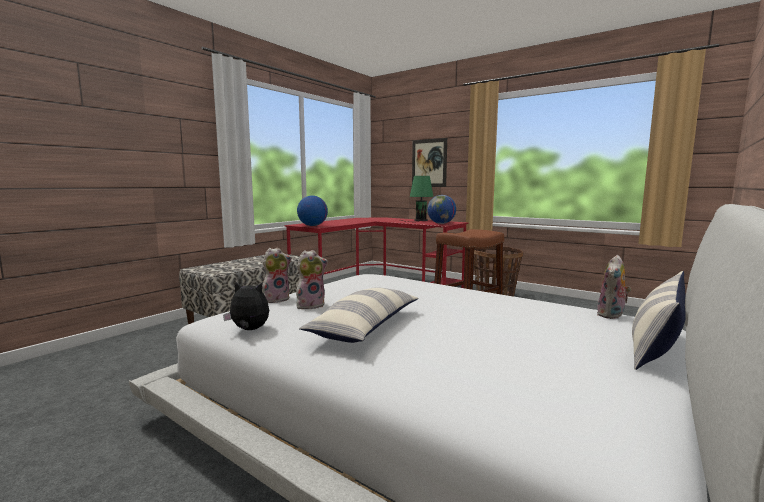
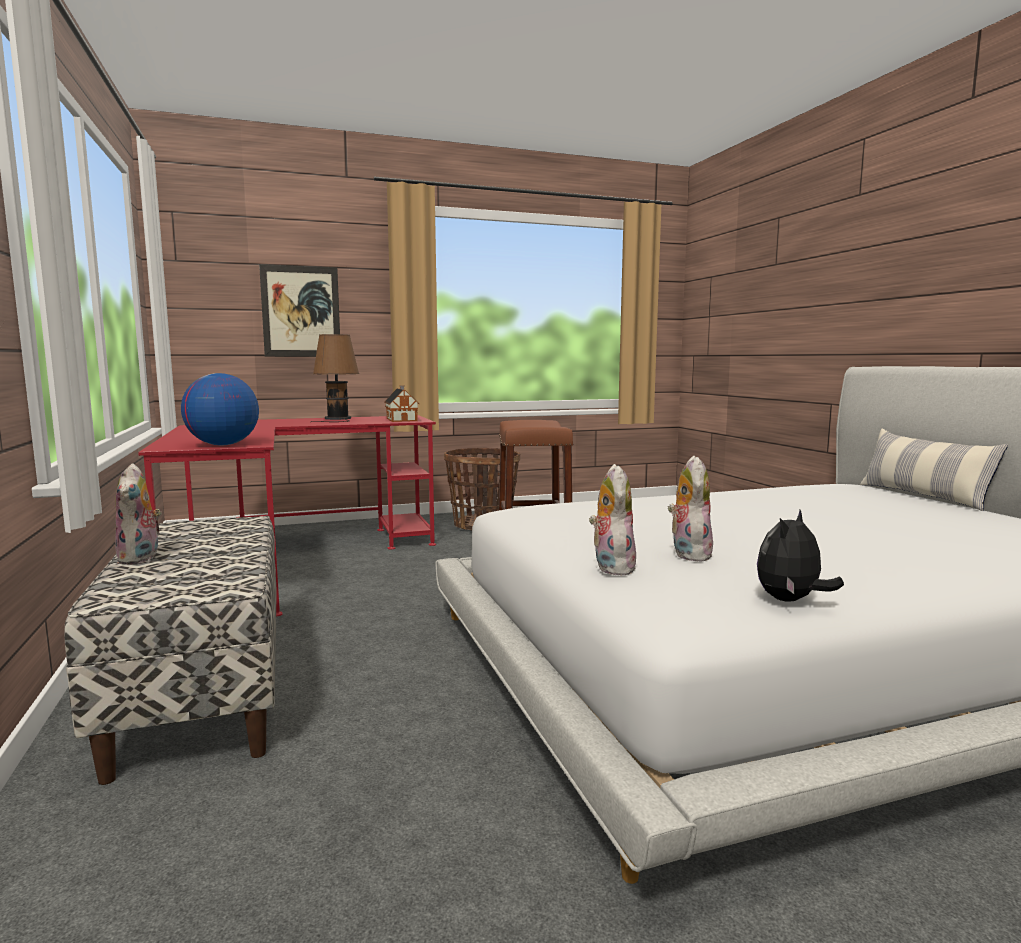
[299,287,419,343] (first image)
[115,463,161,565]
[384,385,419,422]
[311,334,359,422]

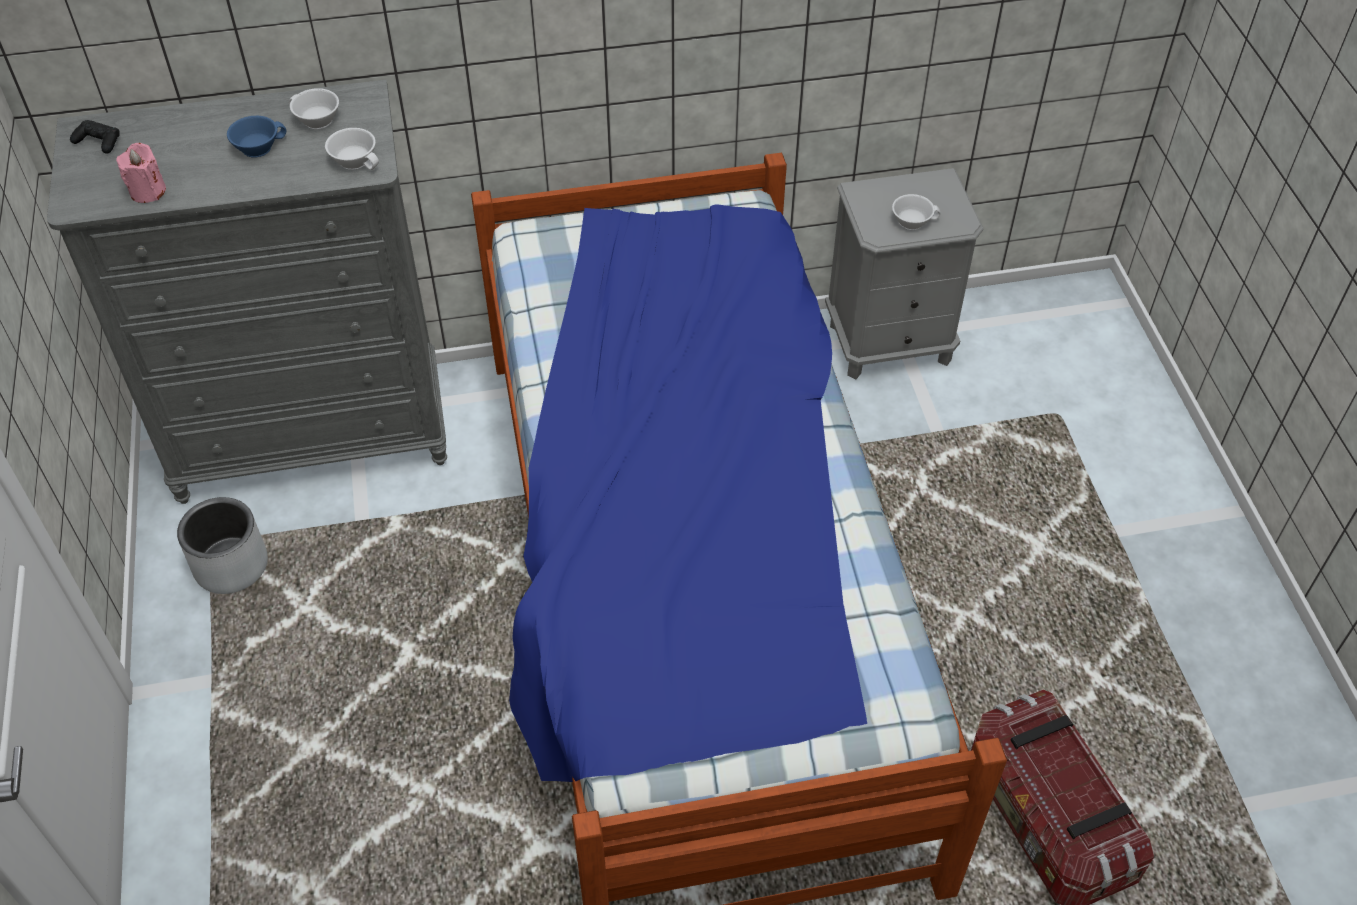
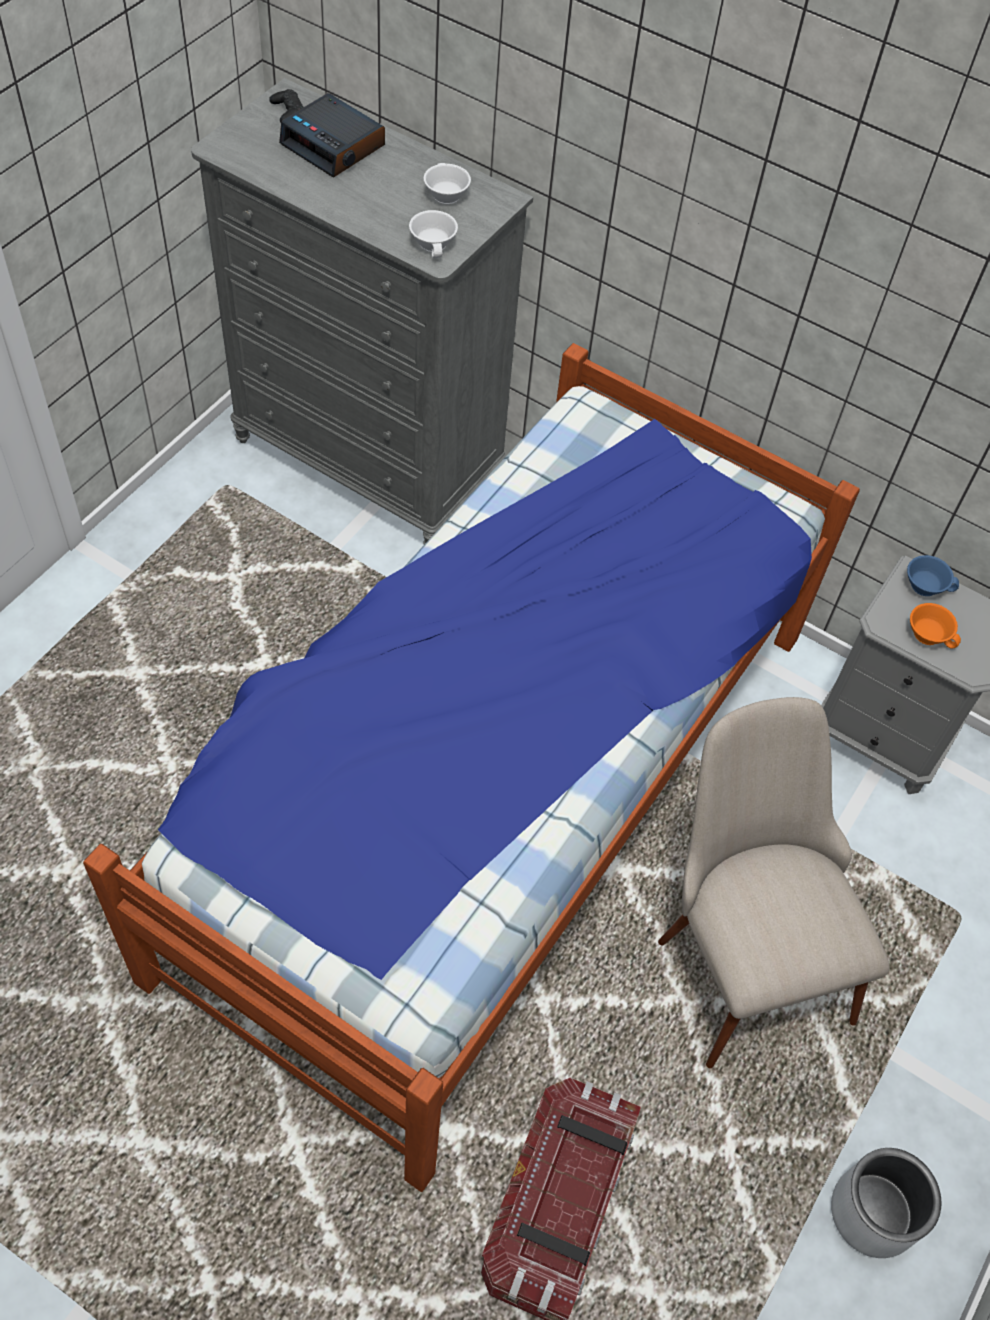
[116,143,166,203] (first image)
[279,93,385,177]
[658,697,890,1068]
[831,1148,941,1258]
[907,555,959,596]
[910,603,961,649]

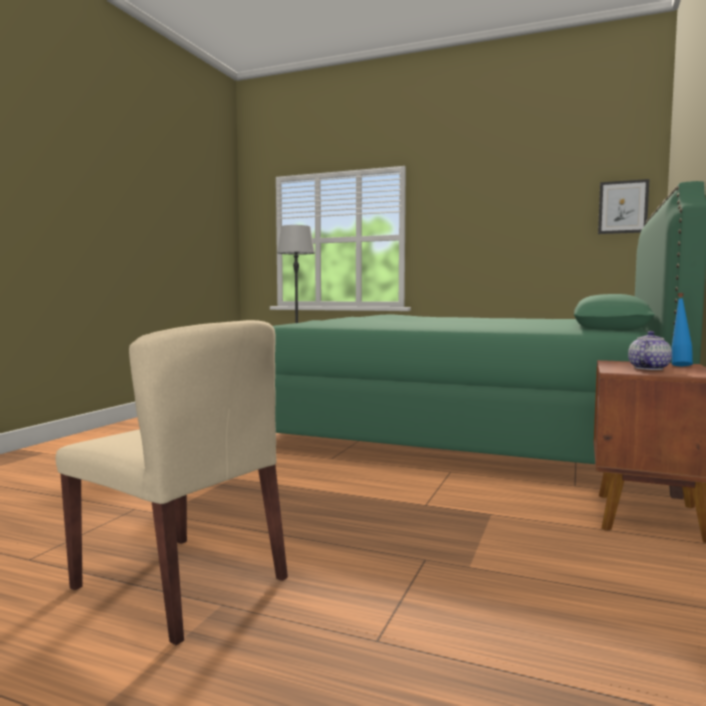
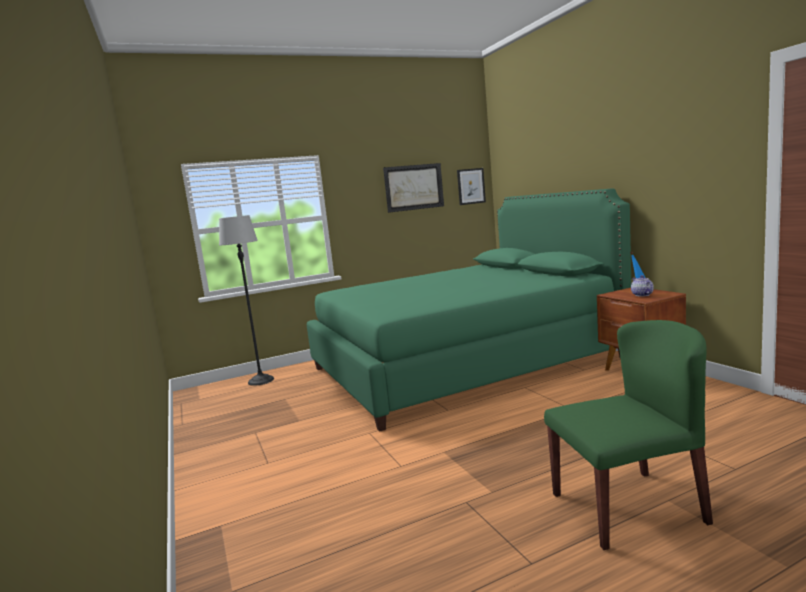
[383,163,444,213]
[544,320,713,550]

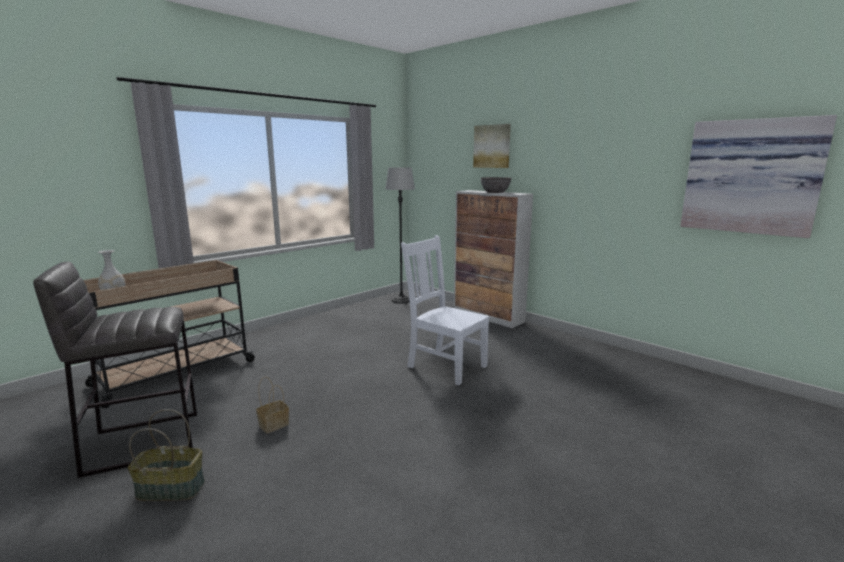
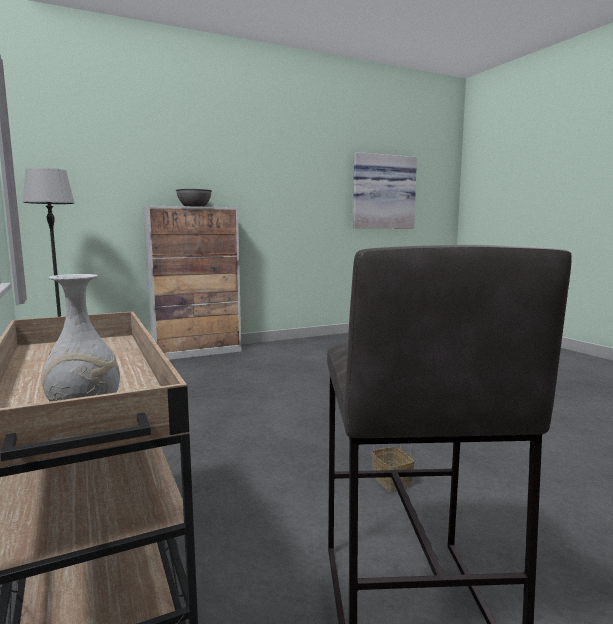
[128,409,205,501] (first image)
[401,235,490,386] (first image)
[473,124,511,168] (first image)

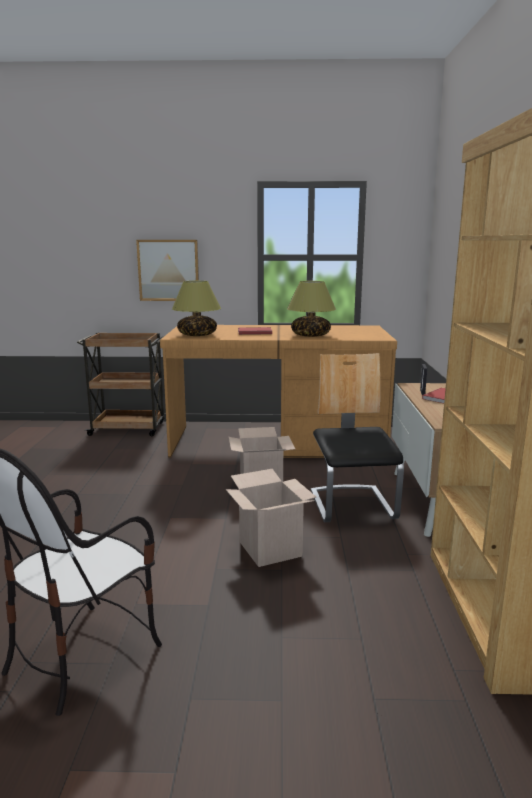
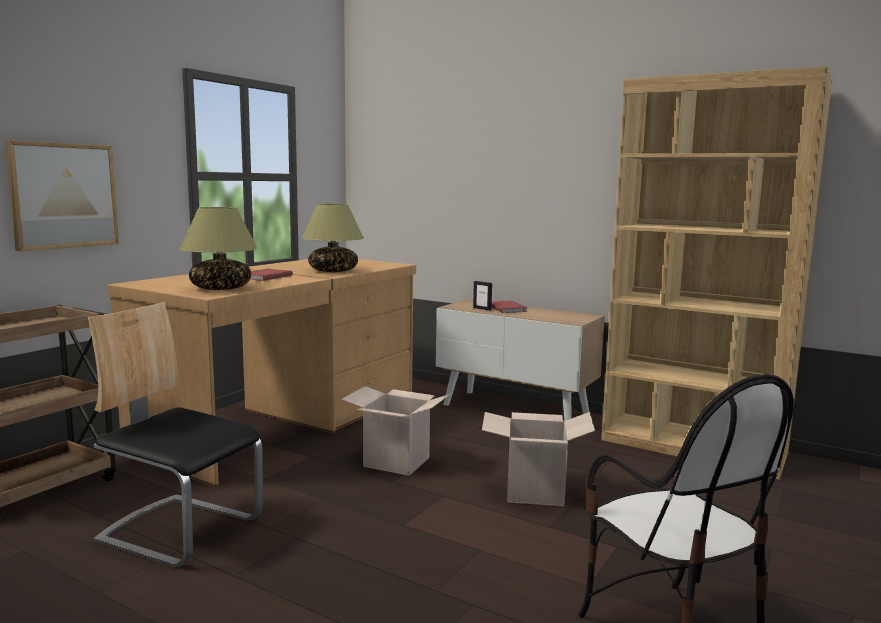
[88,302,263,567]

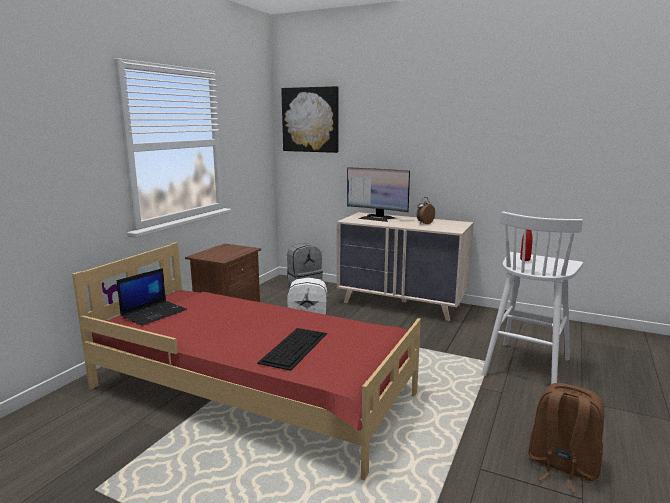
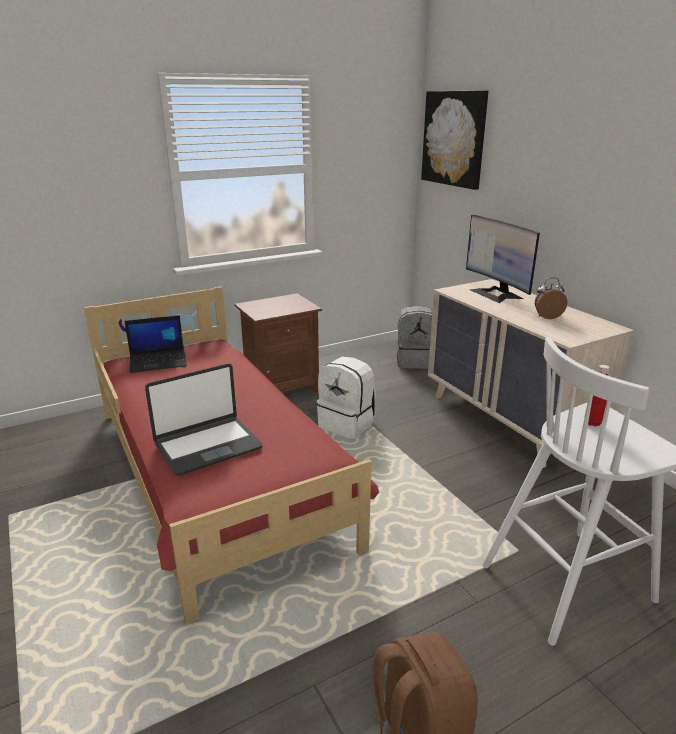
[145,364,263,476]

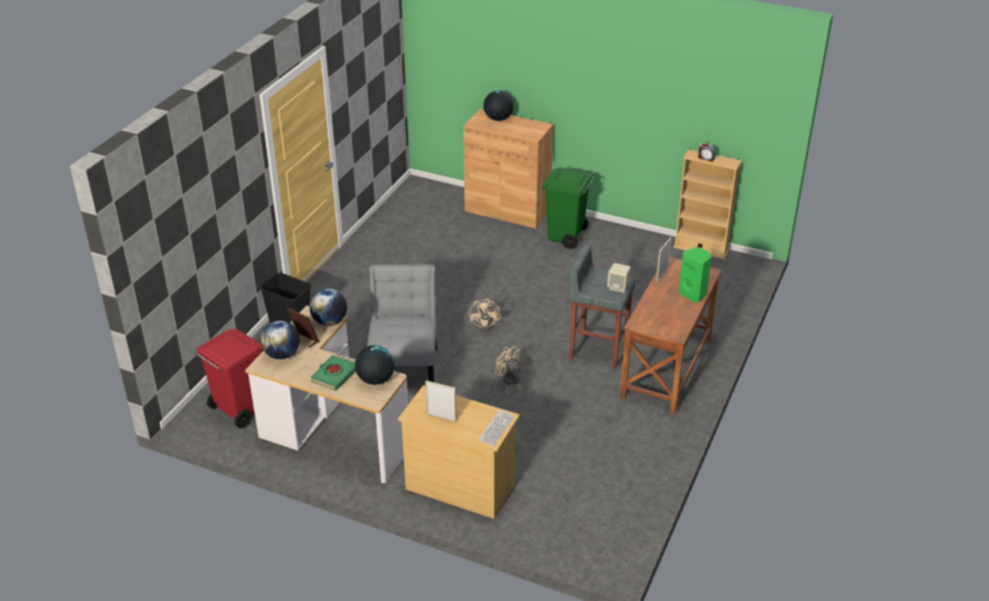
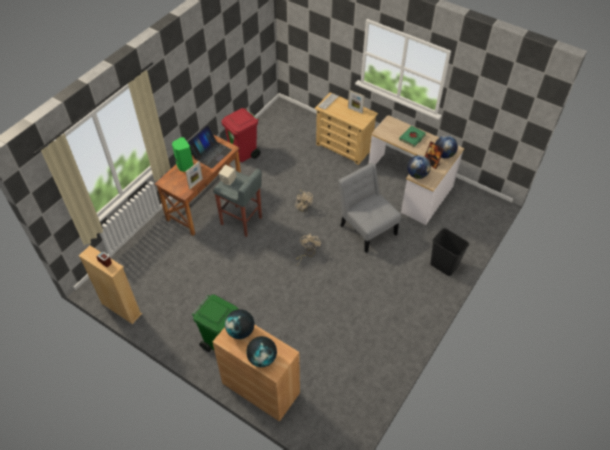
[188,125,232,168]
[221,108,261,162]
[225,309,254,339]
[338,163,401,253]

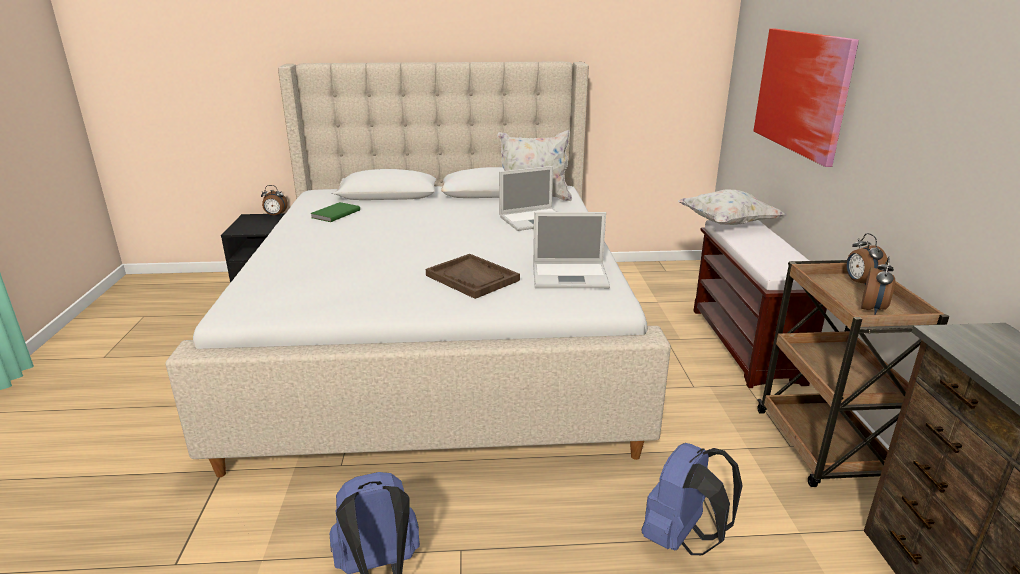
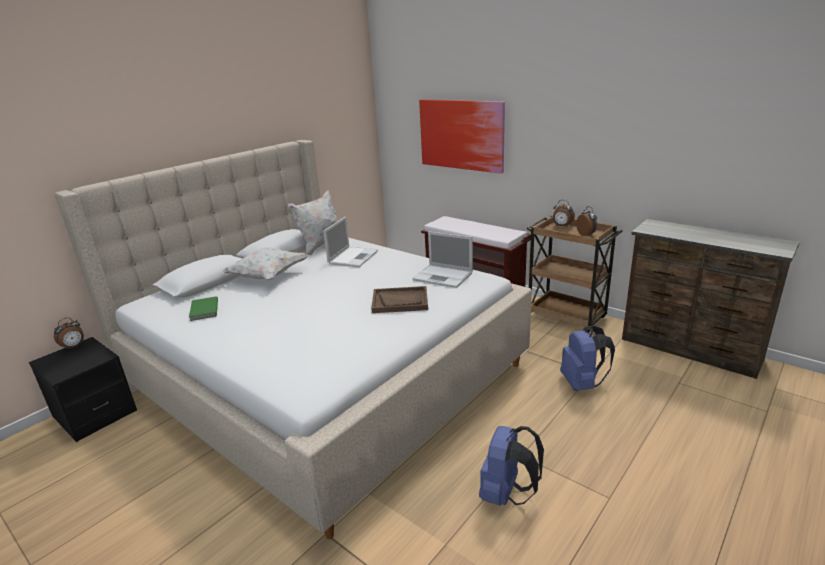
[222,247,309,280]
[413,231,473,288]

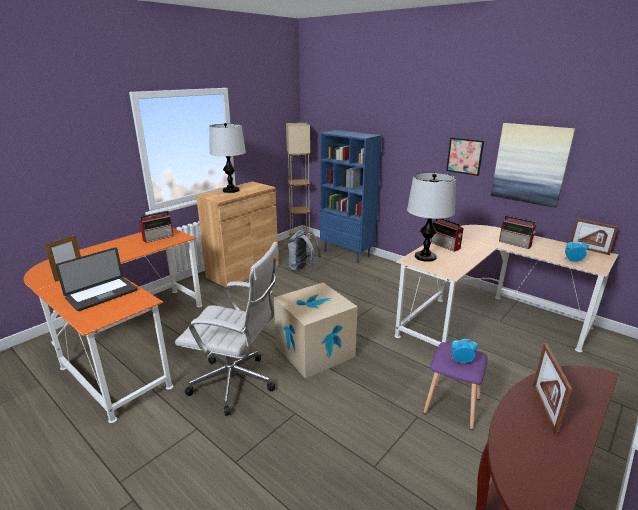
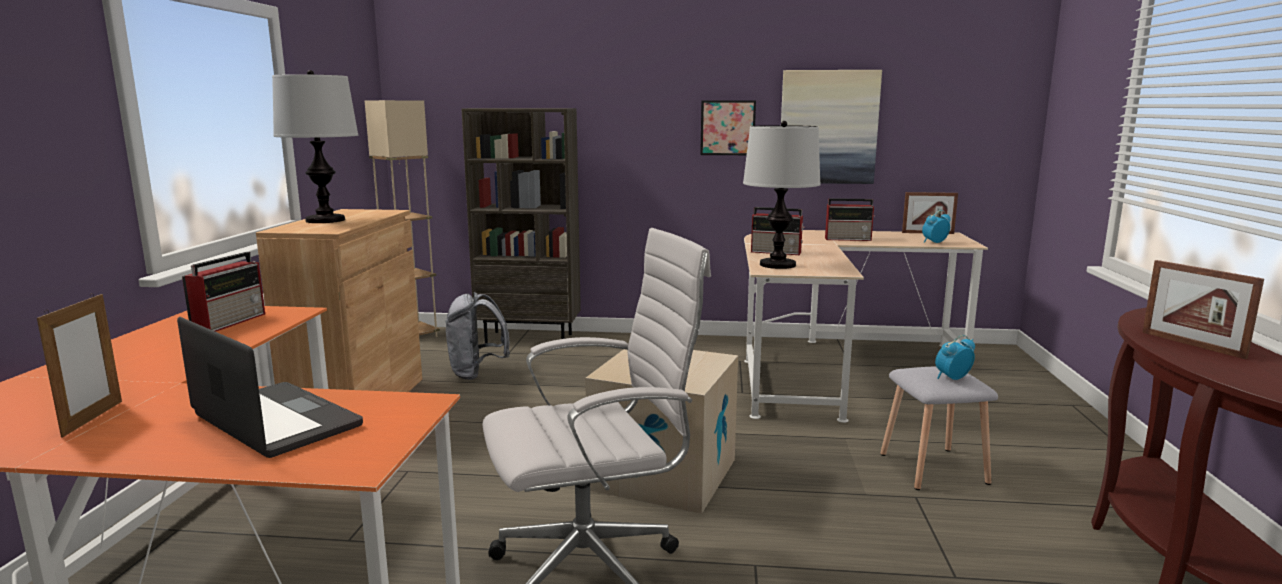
[461,108,581,343]
[880,366,998,490]
[177,317,363,458]

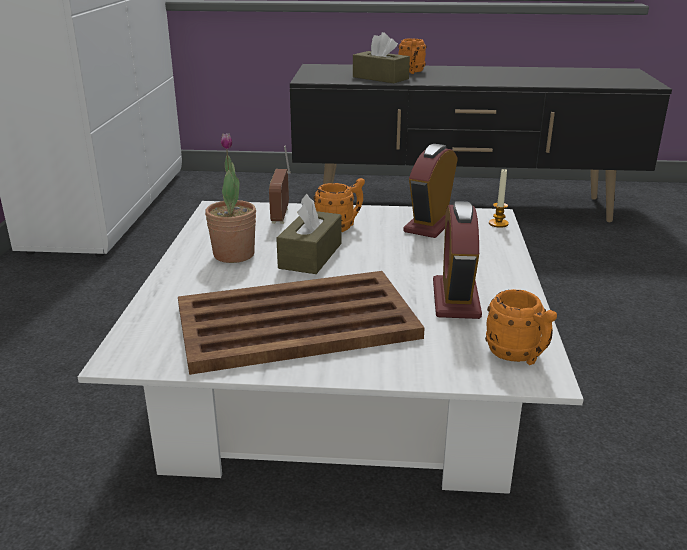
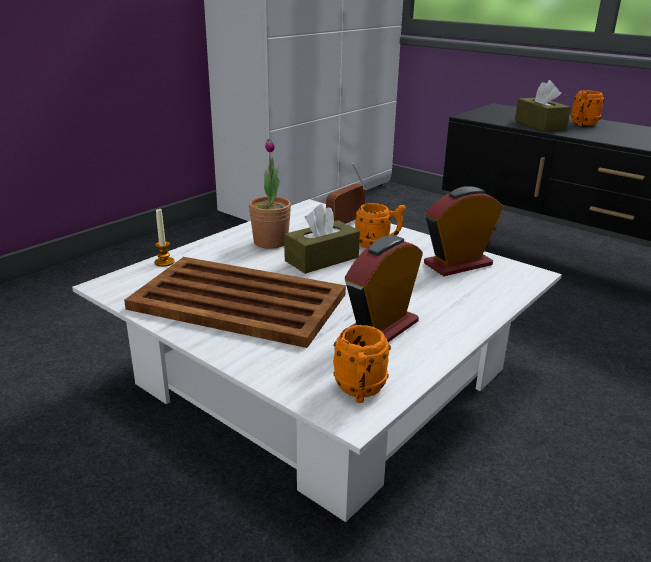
[154,208,174,267]

